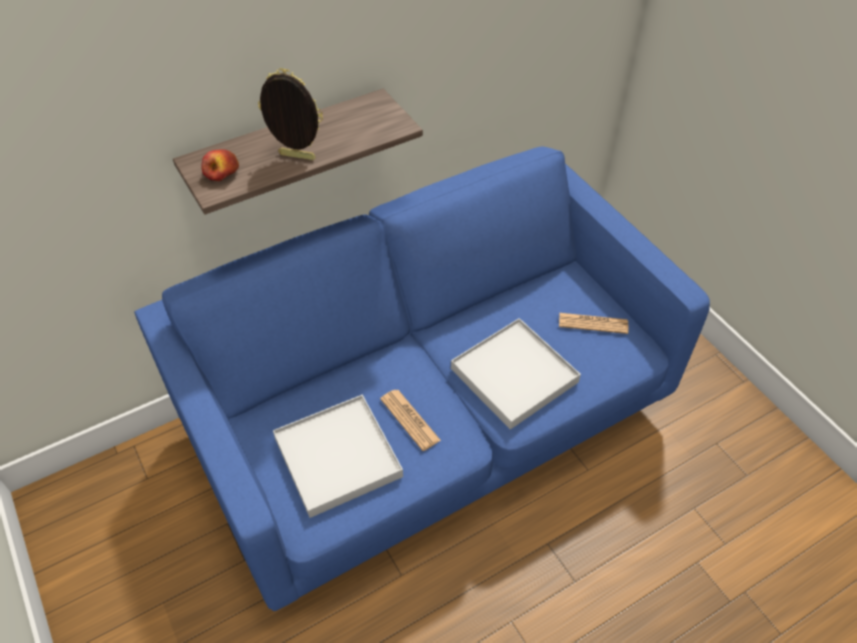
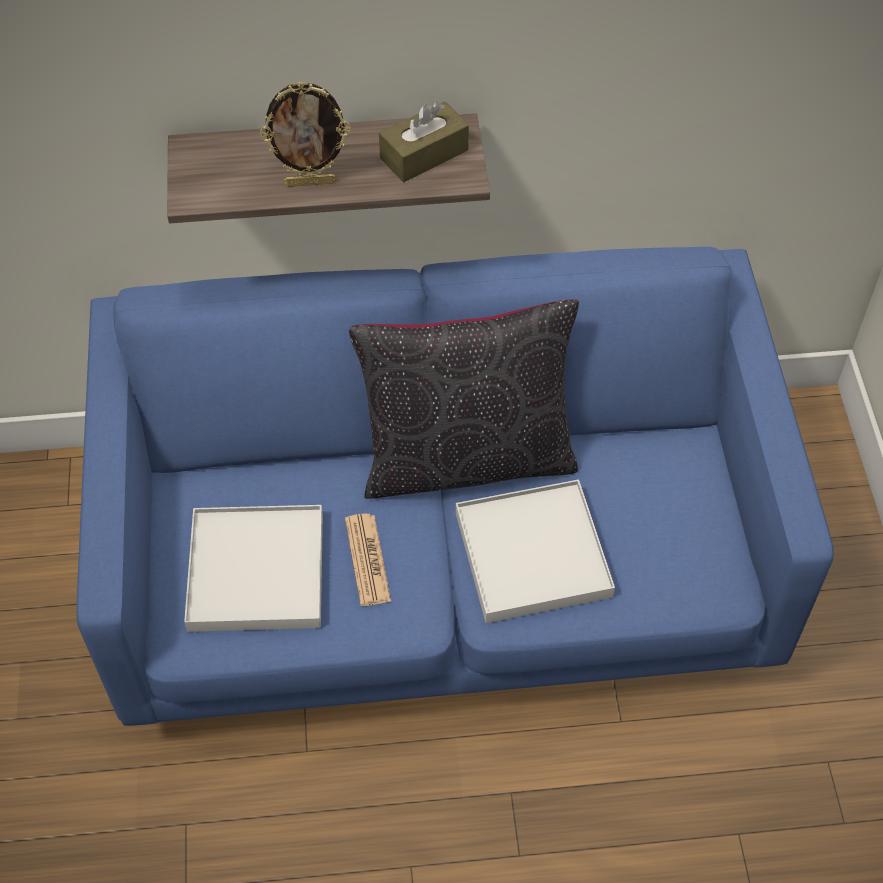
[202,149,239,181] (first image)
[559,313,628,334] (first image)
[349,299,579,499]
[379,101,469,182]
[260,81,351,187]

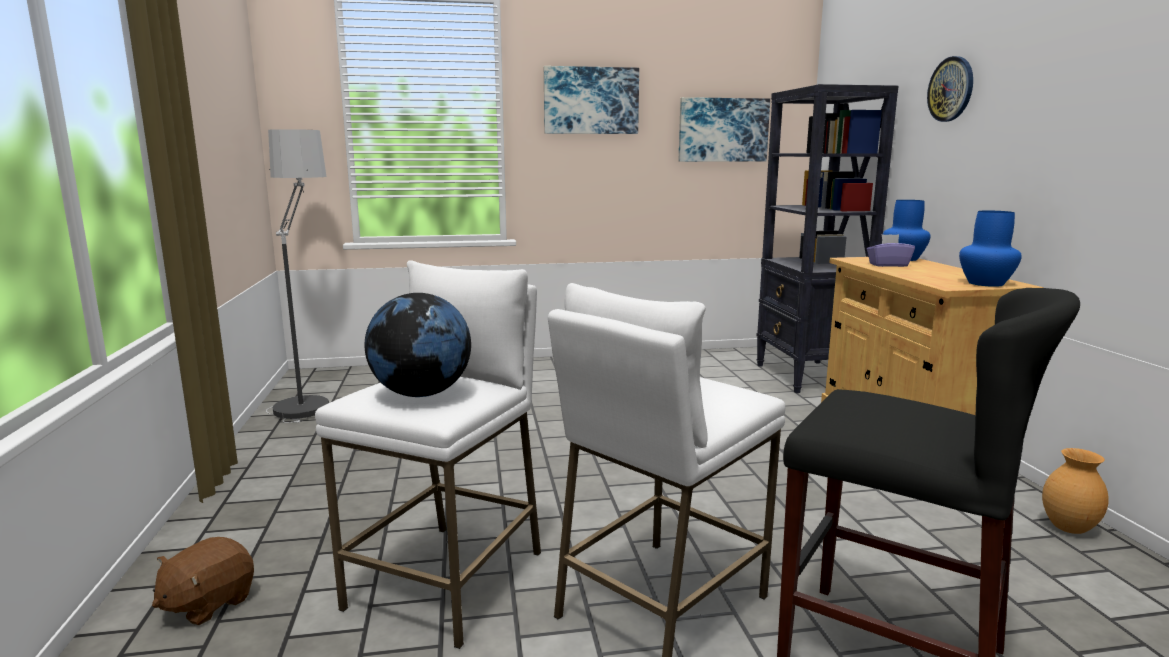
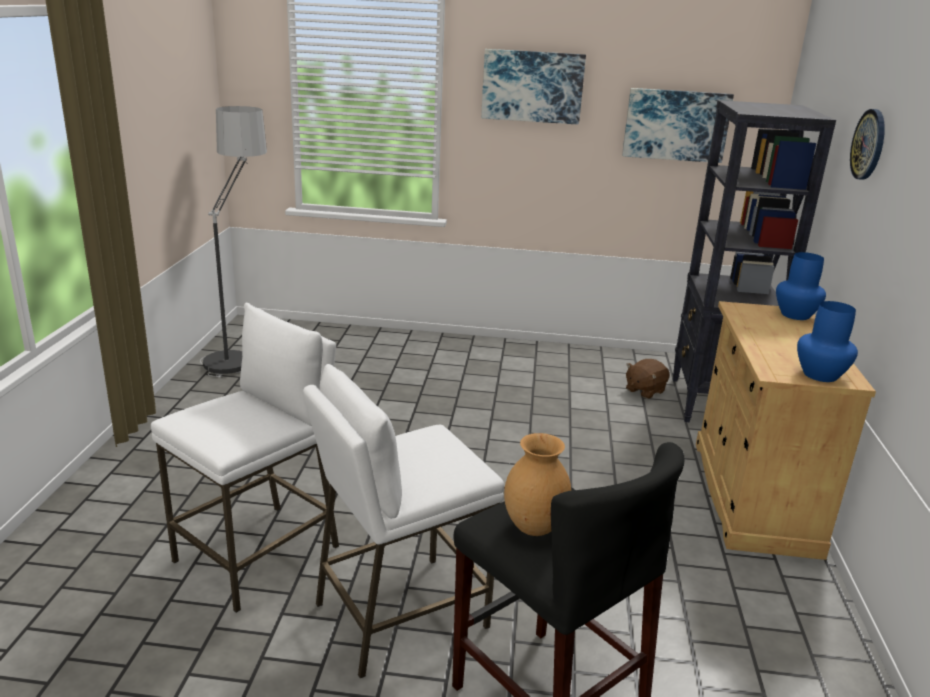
[365,293,471,397] (first image)
[867,234,915,267] (first image)
[626,359,669,399]
[504,433,571,536]

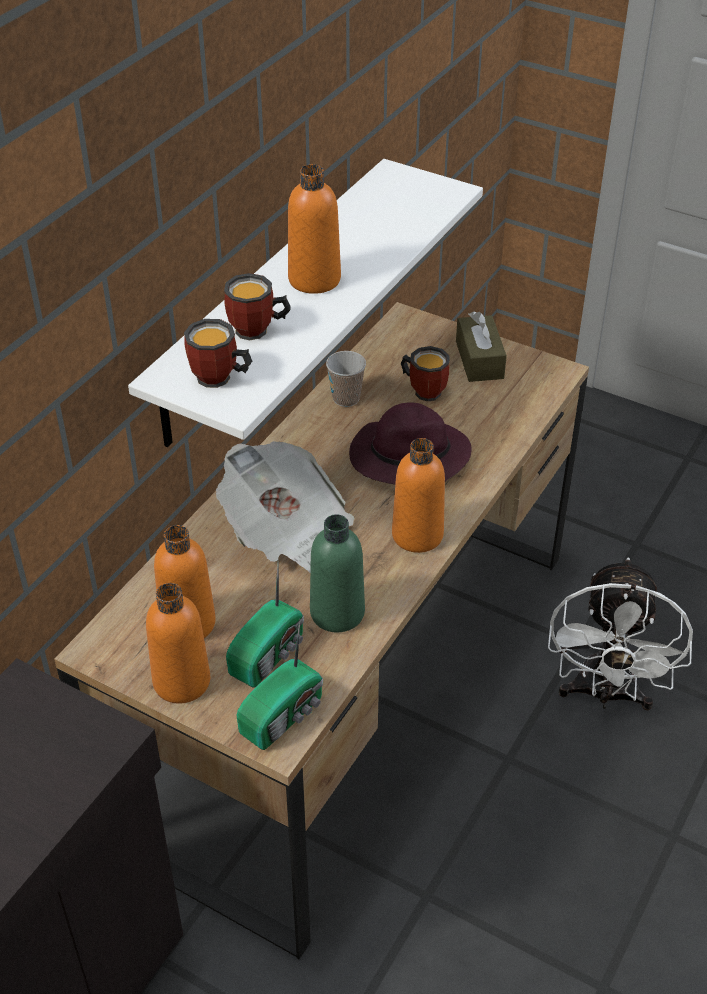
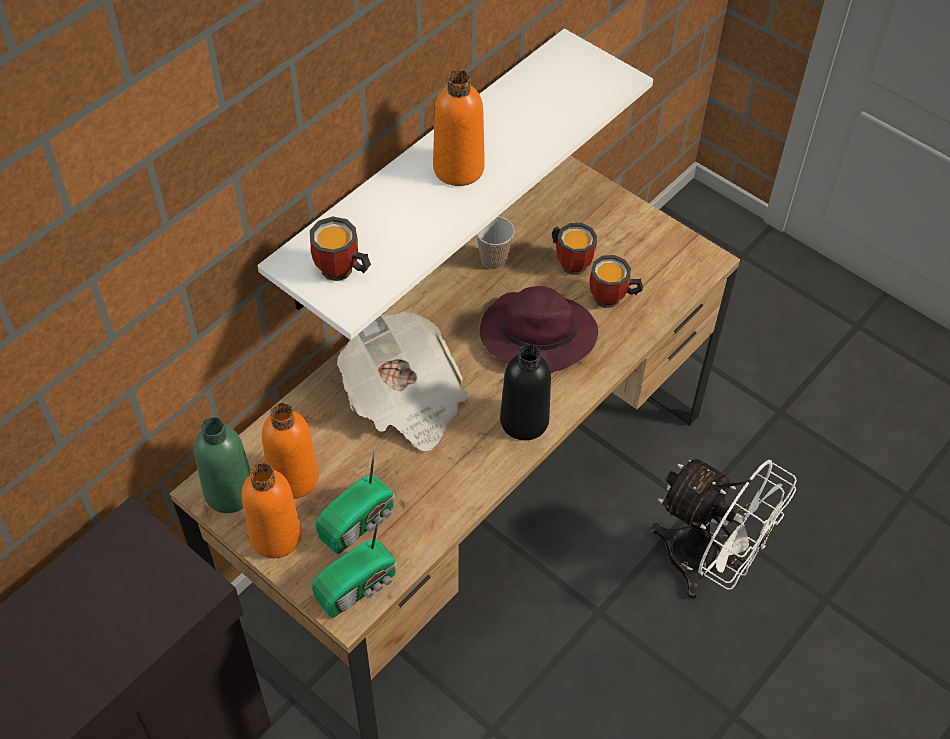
[456,311,507,382] (first image)
[590,255,643,308]
[194,417,251,513]
[500,344,551,440]
[650,459,797,600]

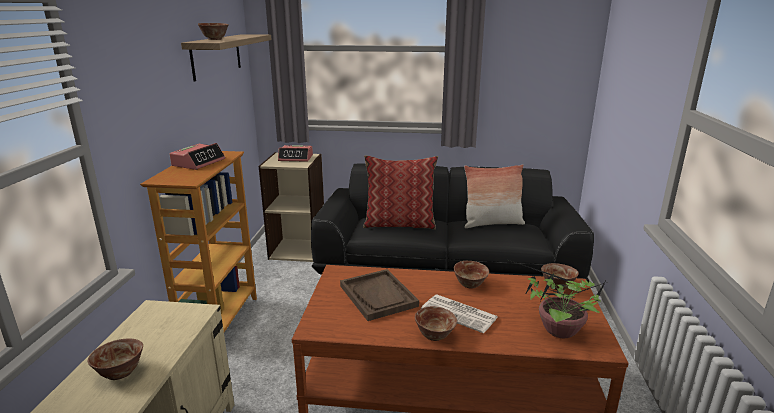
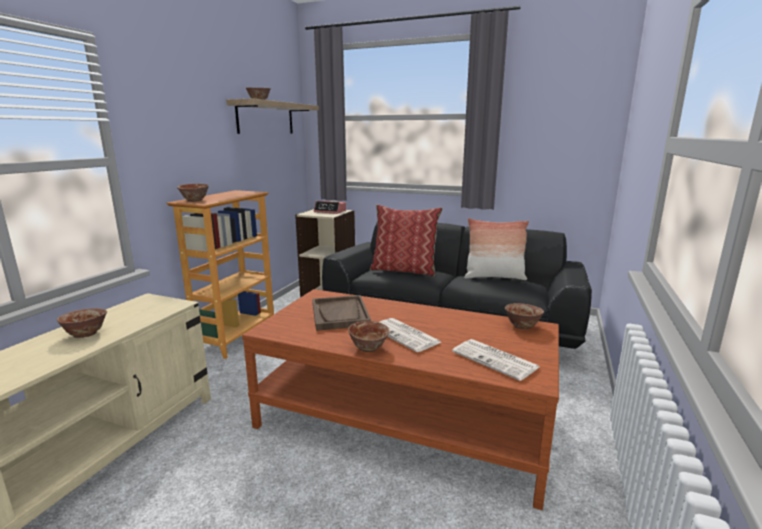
[169,143,225,170] (first image)
[177,184,209,202]
[452,339,539,381]

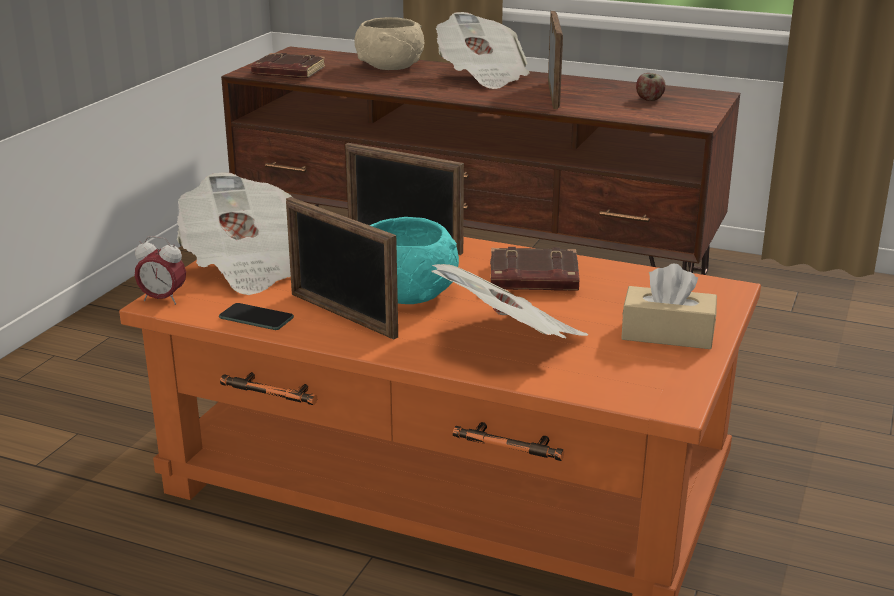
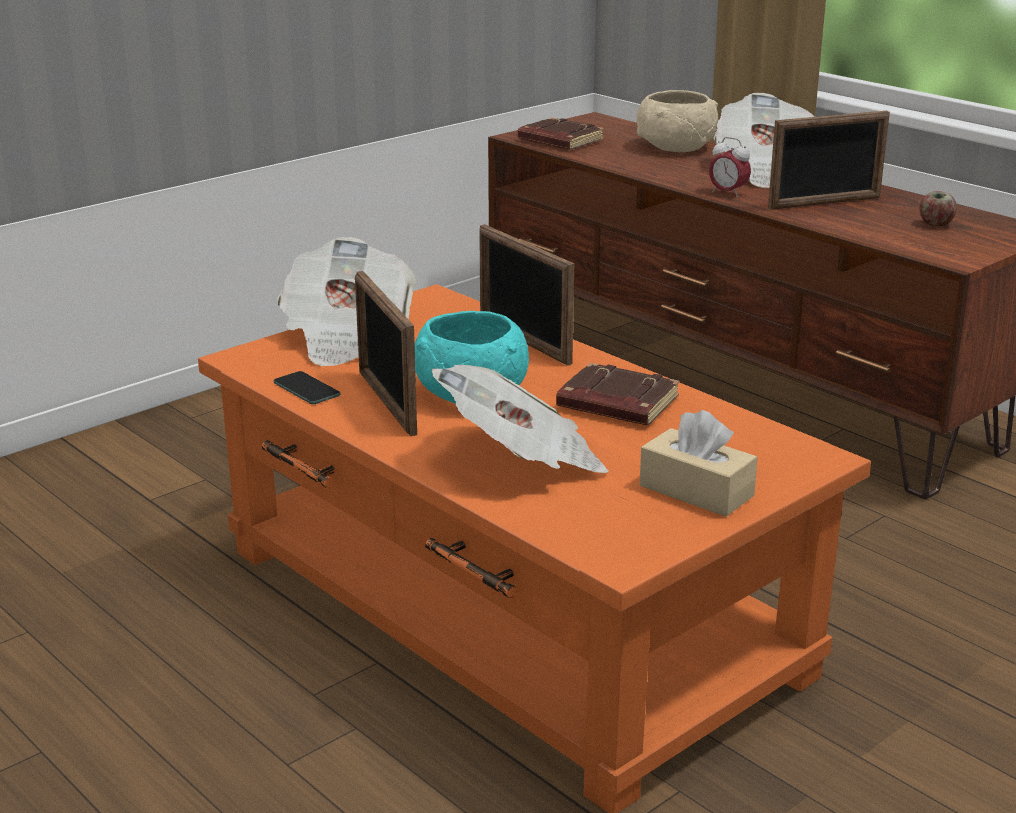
[709,137,751,198]
[768,111,890,210]

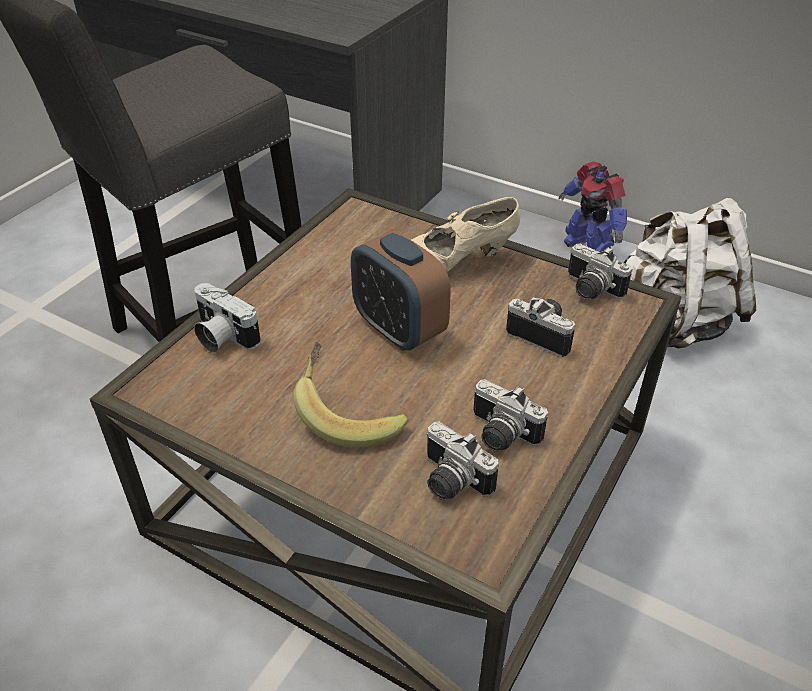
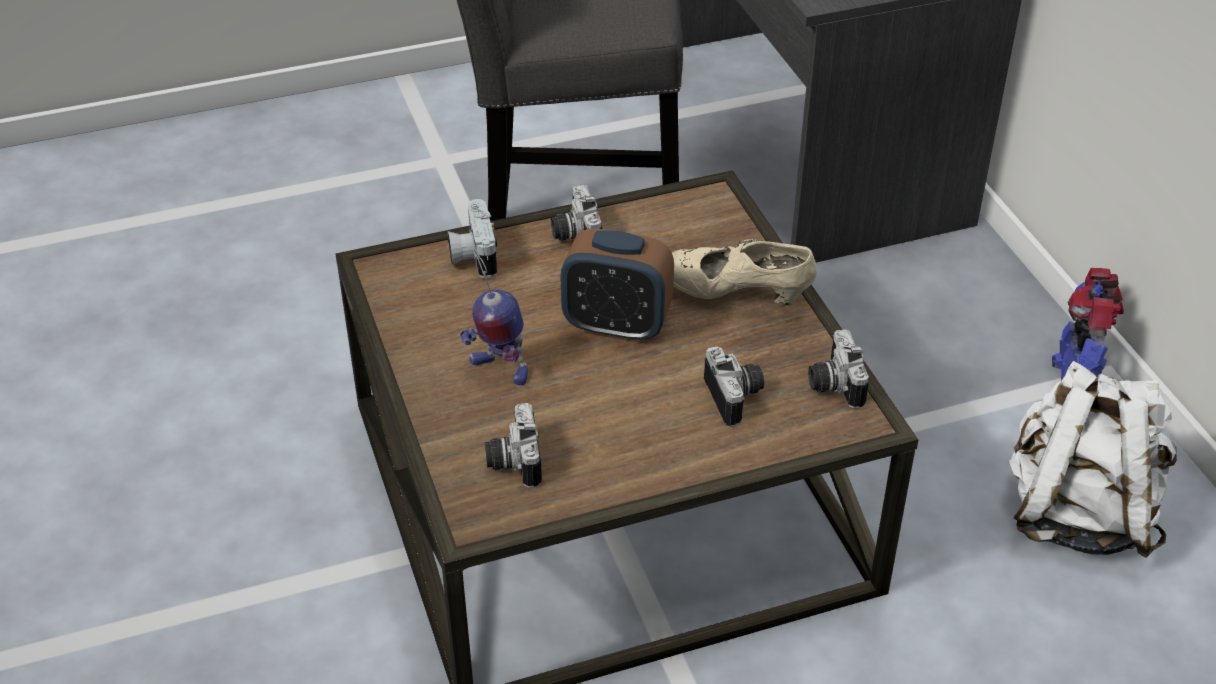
[551,185,602,241]
[460,249,528,386]
[561,229,674,343]

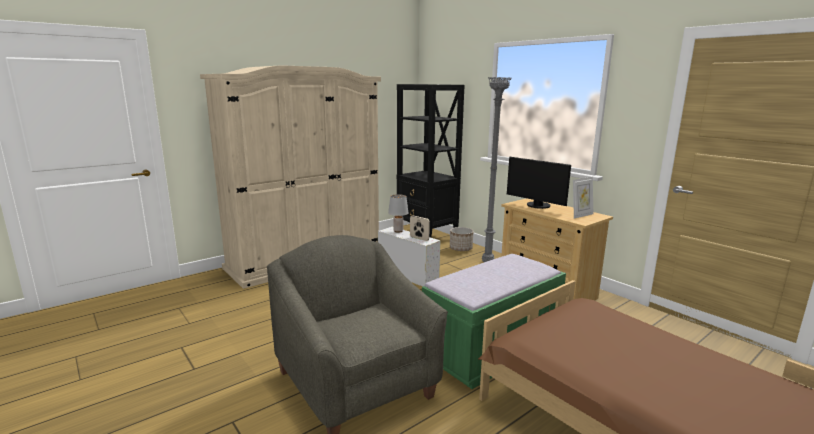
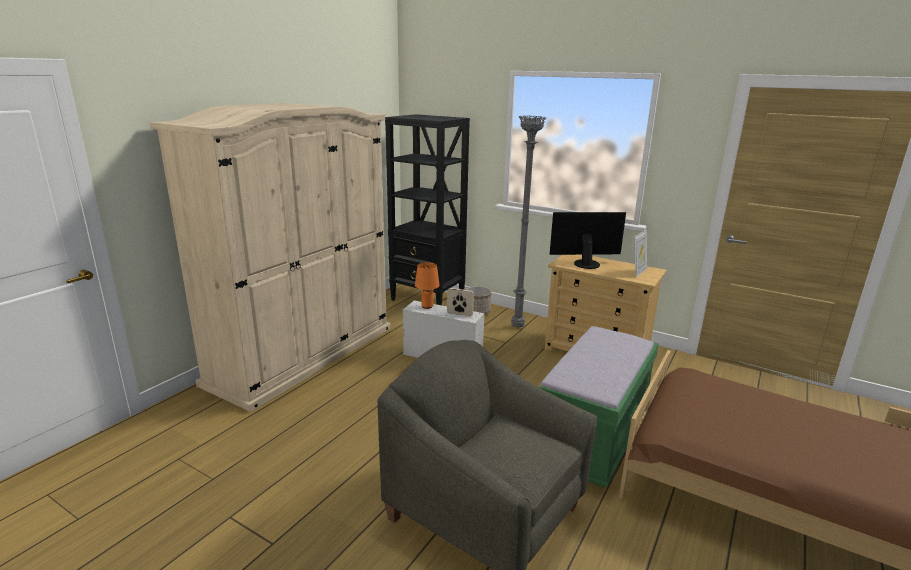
[415,262,440,309]
[550,212,626,269]

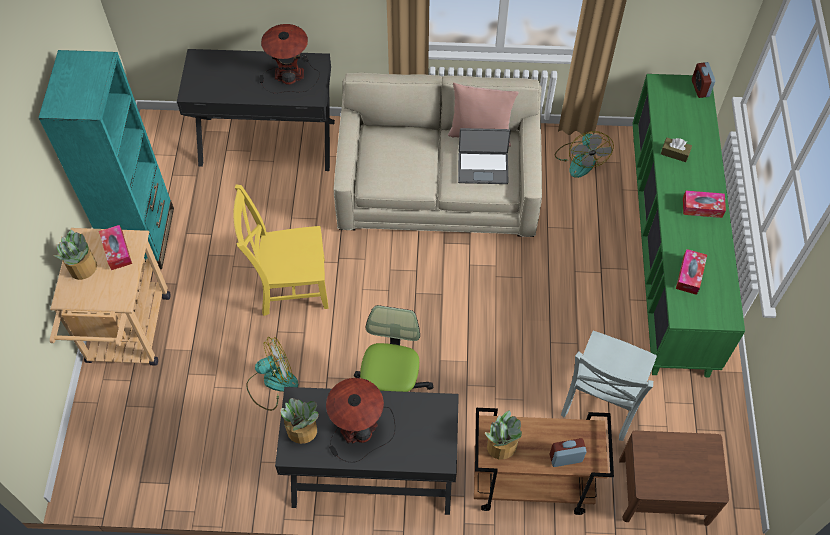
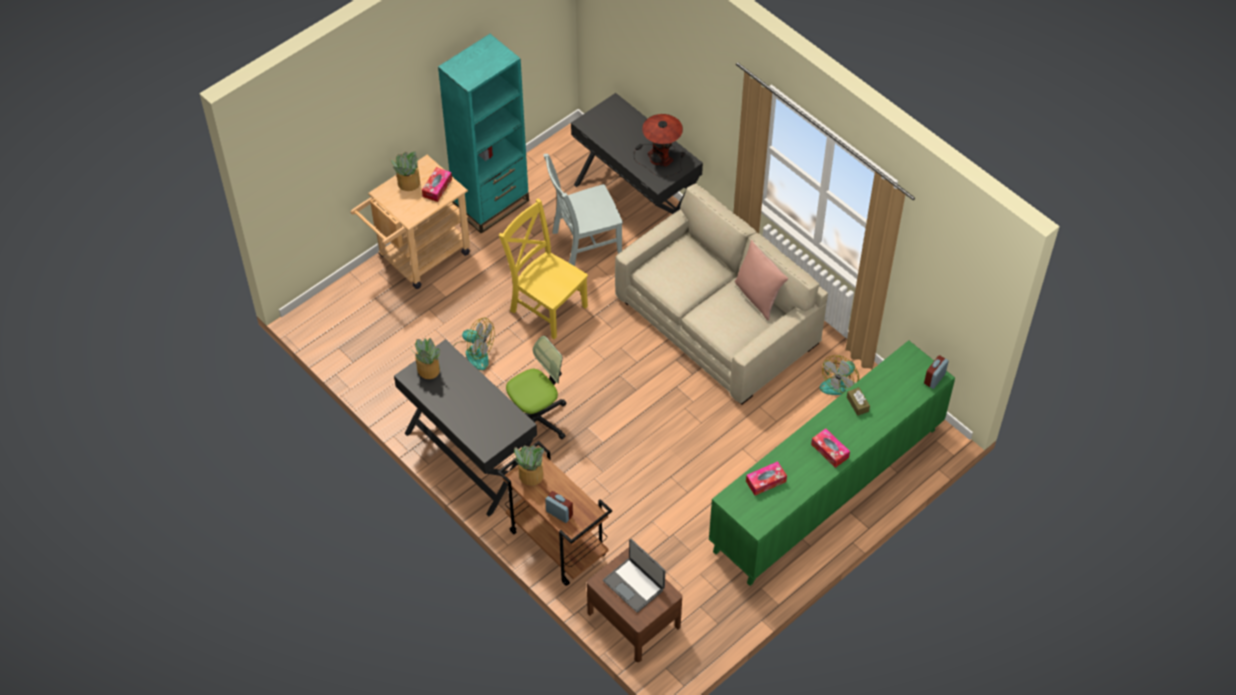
[326,378,395,463] (first image)
[603,539,665,613]
[543,154,623,266]

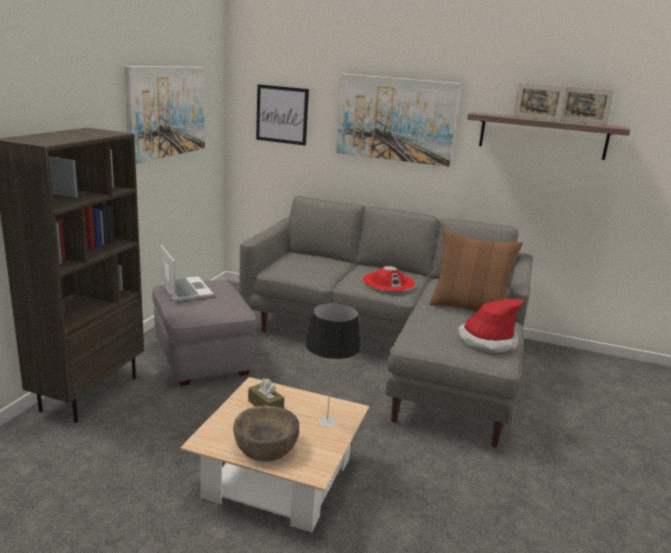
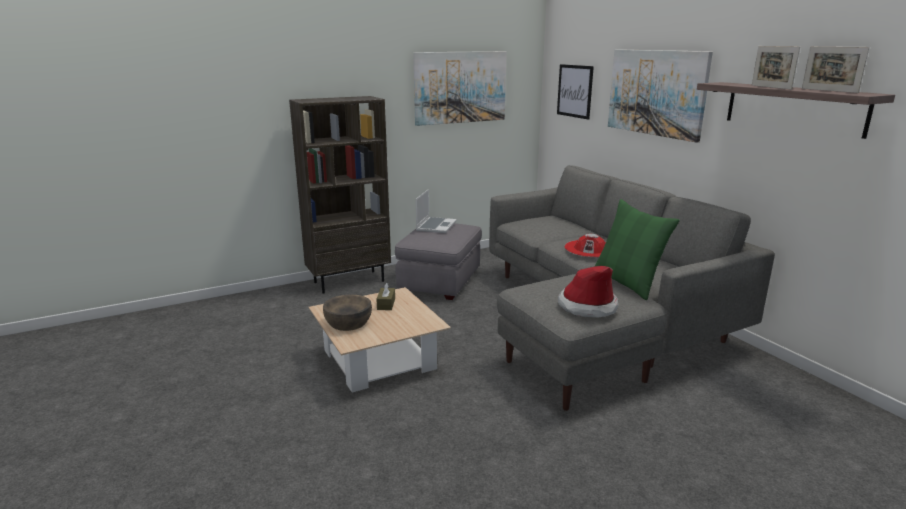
[305,303,361,427] (first image)
[595,199,680,300]

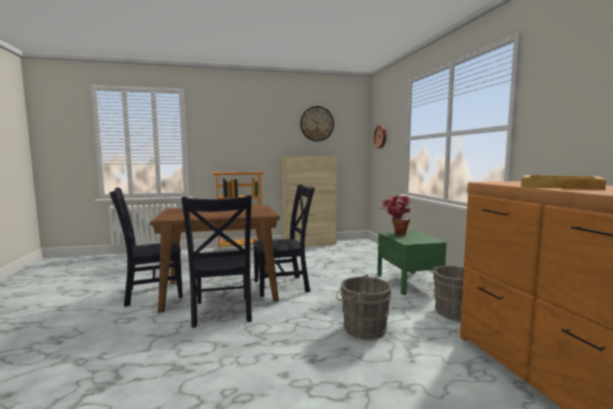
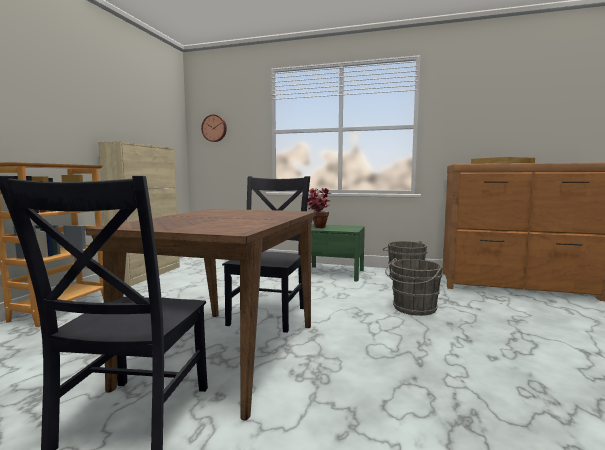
[181,195,252,328] (first image)
[300,106,334,142] (first image)

